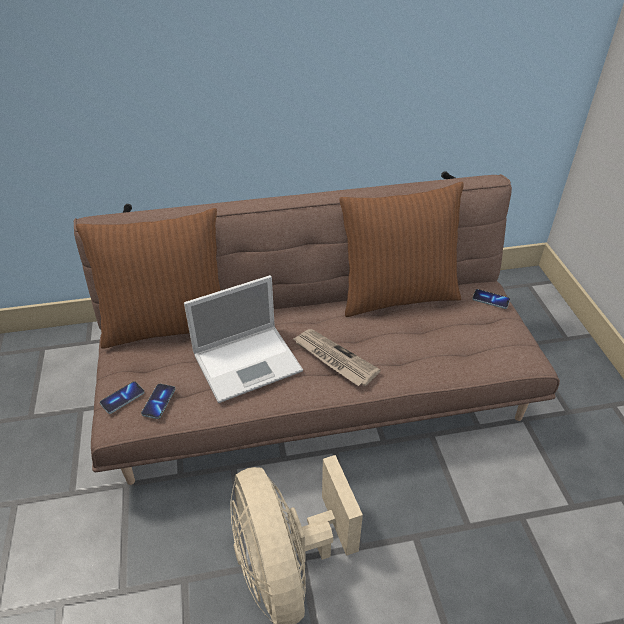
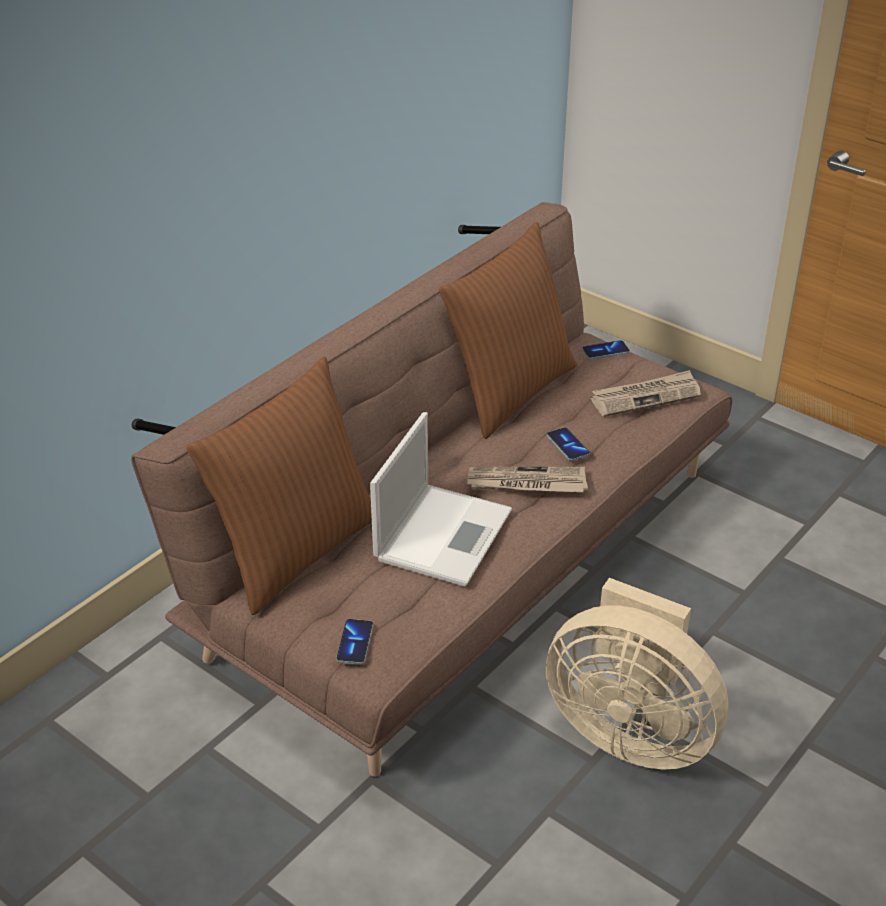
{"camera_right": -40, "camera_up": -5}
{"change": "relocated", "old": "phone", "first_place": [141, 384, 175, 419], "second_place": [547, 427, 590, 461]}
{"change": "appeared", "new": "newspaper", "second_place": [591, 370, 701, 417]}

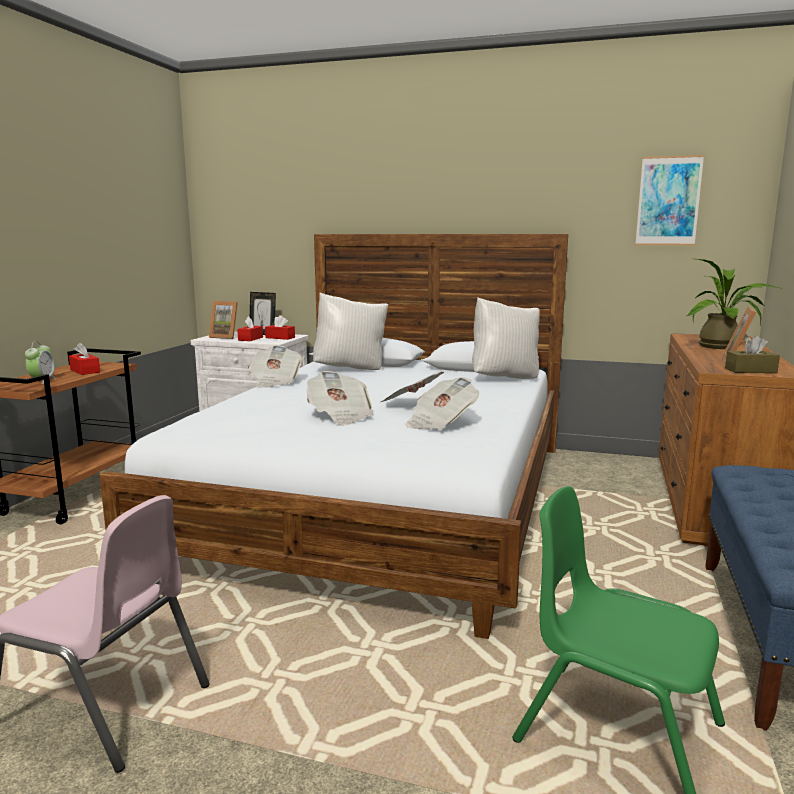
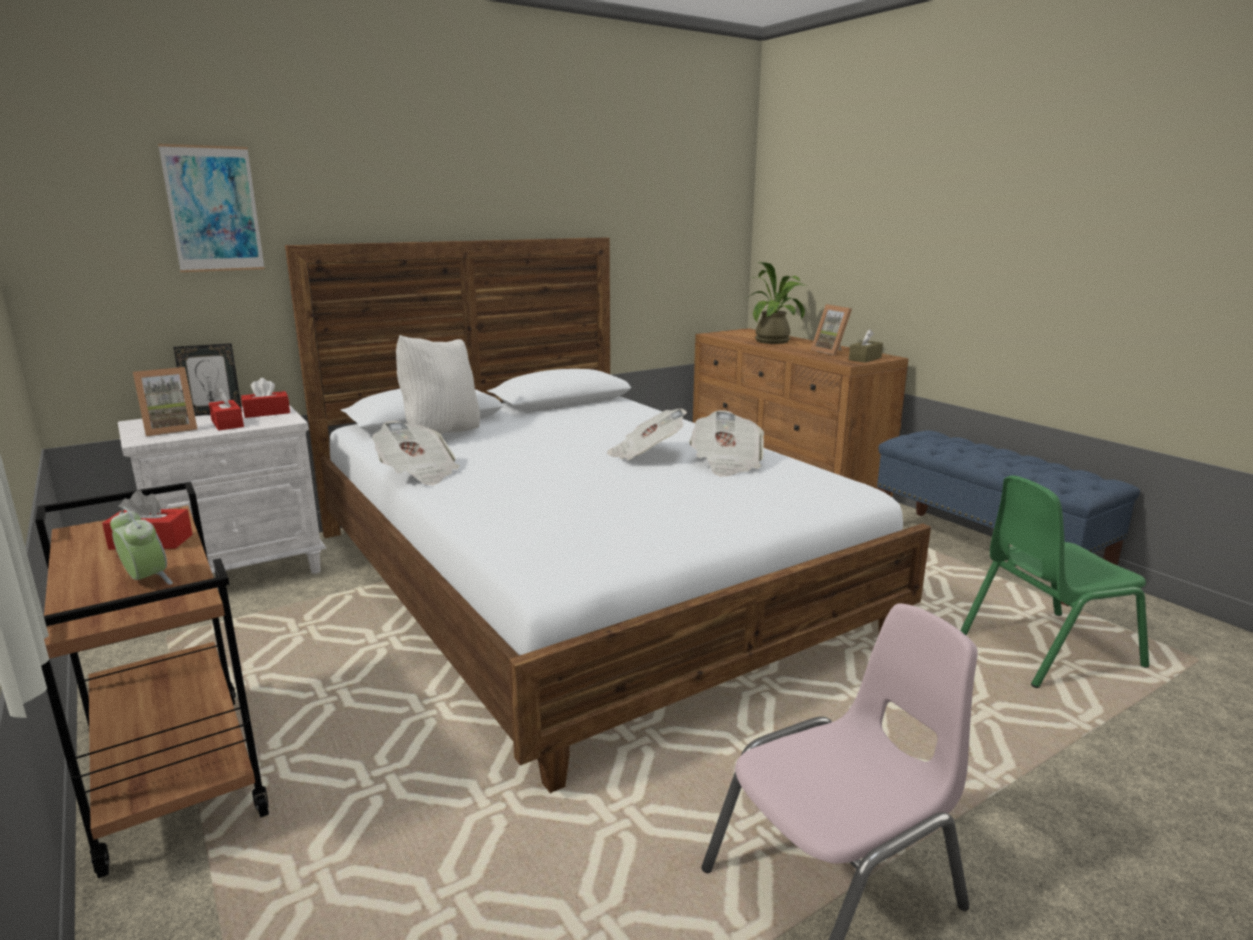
{"camera_right": -50, "camera_up": 5}
{"change": "relocated", "old": "picture", "first_place": [635, 155, 704, 245], "second_place": [158, 144, 265, 272]}
{"change": "missing", "old": "pillow/white", "first_place": [472, 297, 540, 379]}
{"change": "missing", "old": "newspaper", "first_place": [307, 371, 373, 426]}

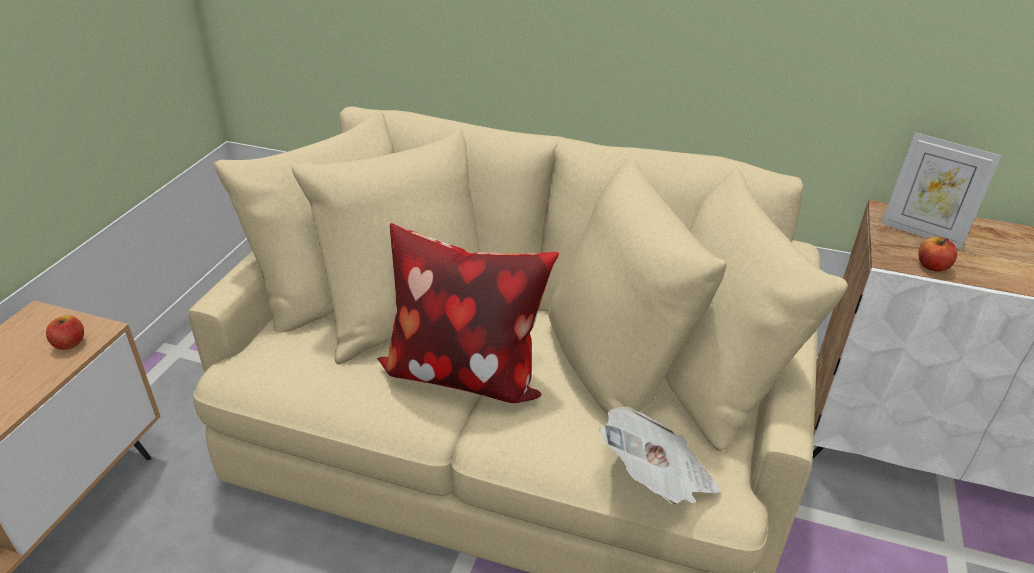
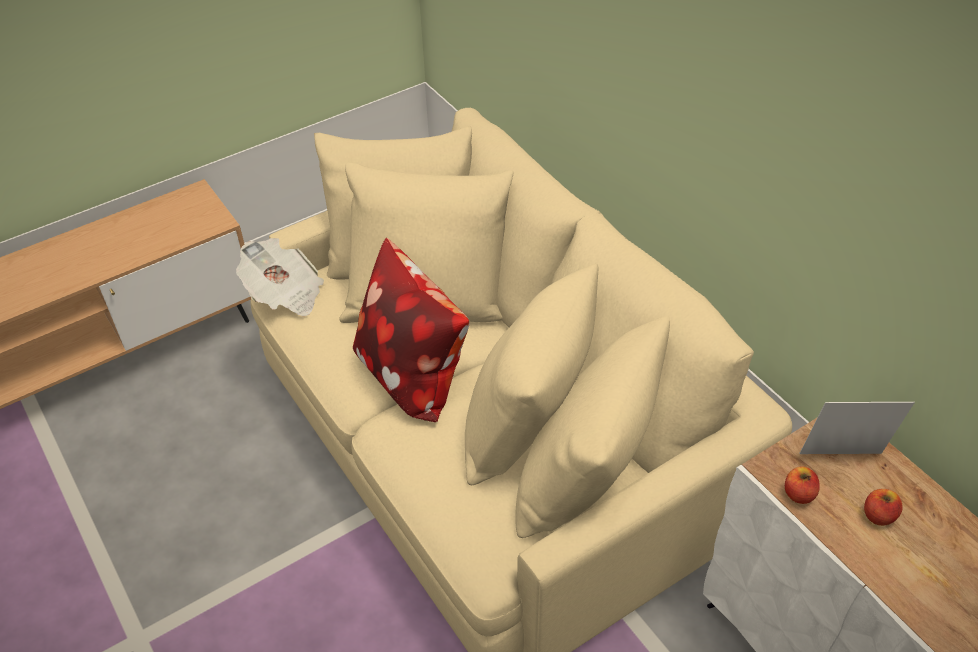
{"camera_right": 40, "camera_up": 10}
{"change": "spun", "old": "picture frame", "first_place": [881, 132, 1002, 249], "second_place": [799, 402, 915, 454], "degrees": 105}
{"change": "relocated", "old": "apple", "first_place": [46, 315, 84, 350], "second_place": [864, 489, 903, 526]}
{"change": "relocated", "old": "newspaper", "first_place": [599, 406, 720, 504], "second_place": [236, 238, 324, 316]}

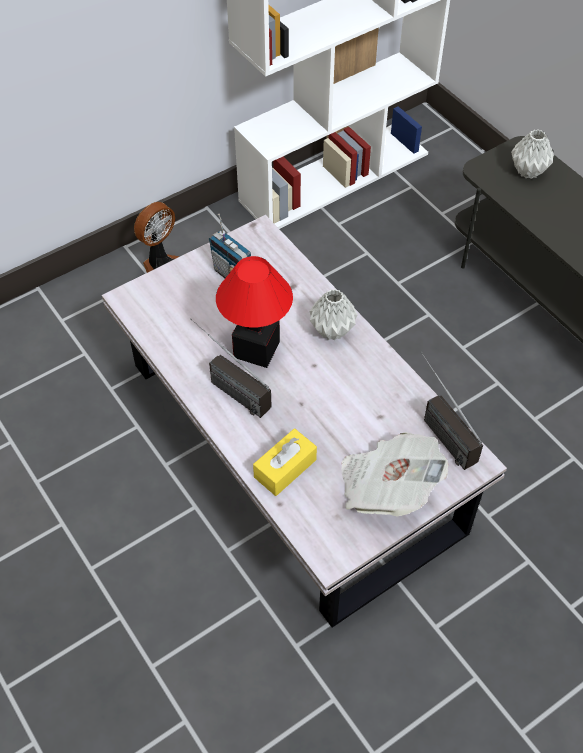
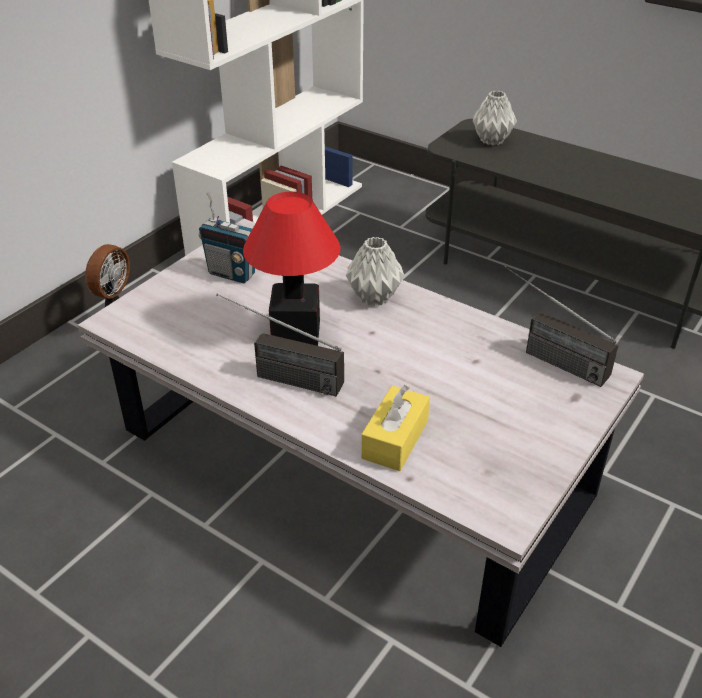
{"camera_right": -20, "camera_up": -15}
{"change": "missing", "old": "newspaper", "first_place": [341, 432, 448, 517]}

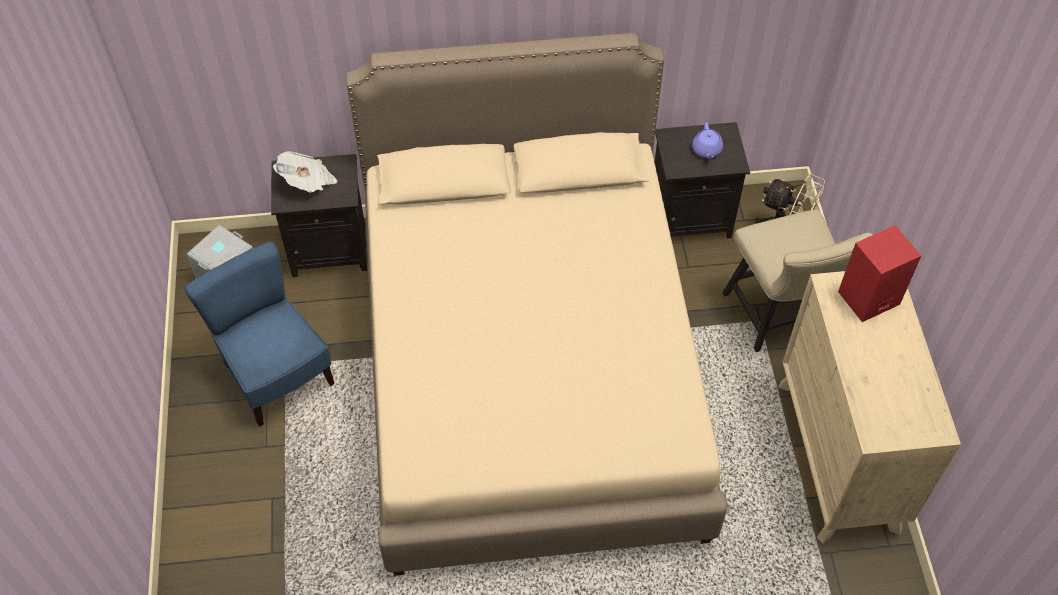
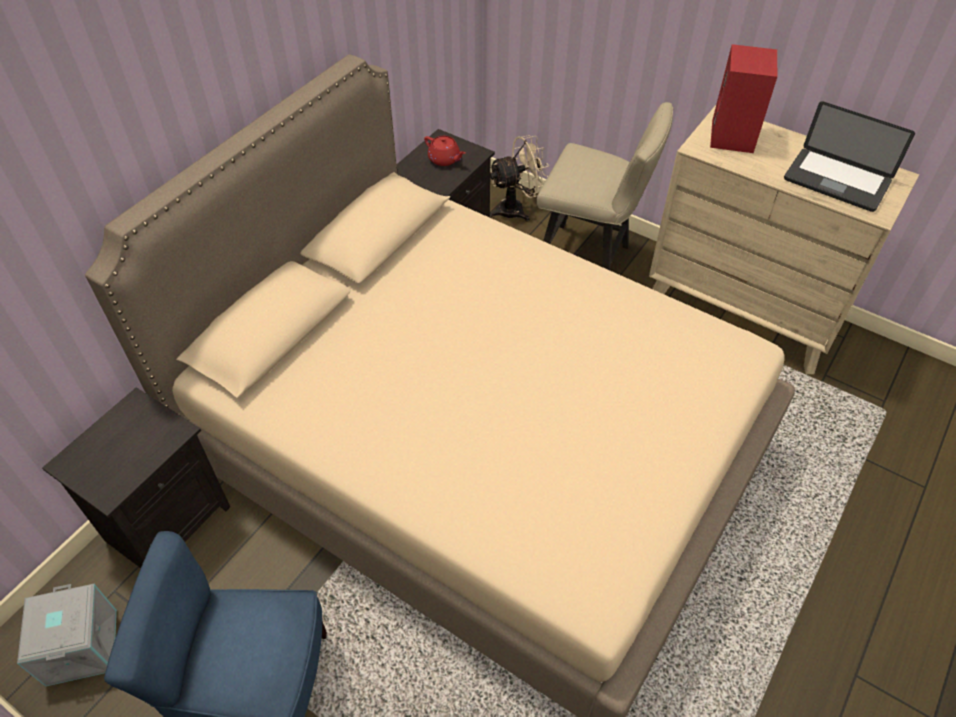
{"camera_right": -50, "camera_up": -5}
{"change": "colour", "old": "teapot/purple", "new": "teapot/red", "first_place": [692, 122, 723, 159], "second_place": [424, 136, 465, 166]}
{"change": "missing", "old": "newspaper", "first_place": [273, 151, 338, 193]}
{"change": "appeared", "new": "laptop", "second_place": [784, 101, 915, 212]}

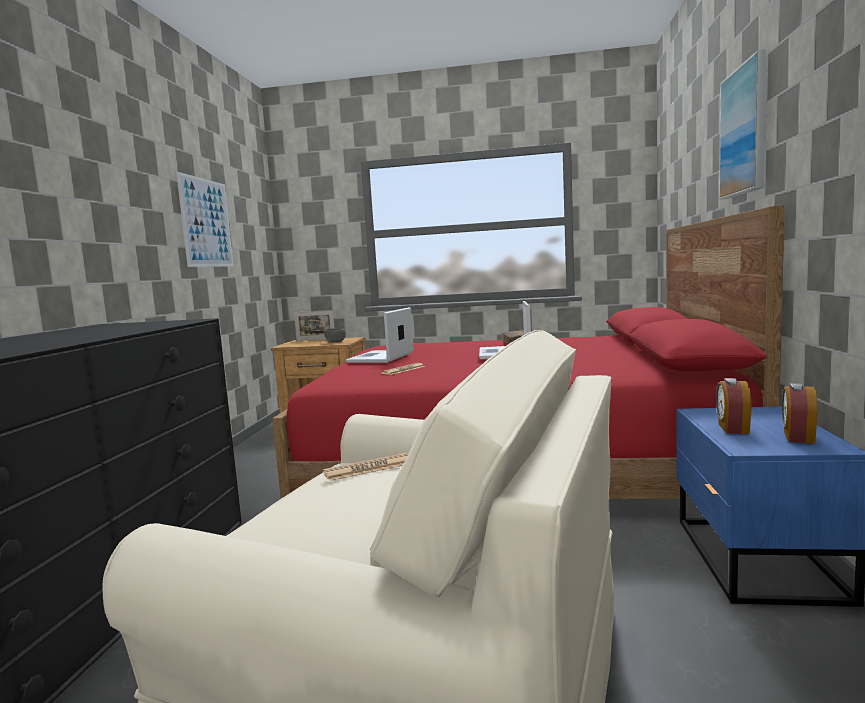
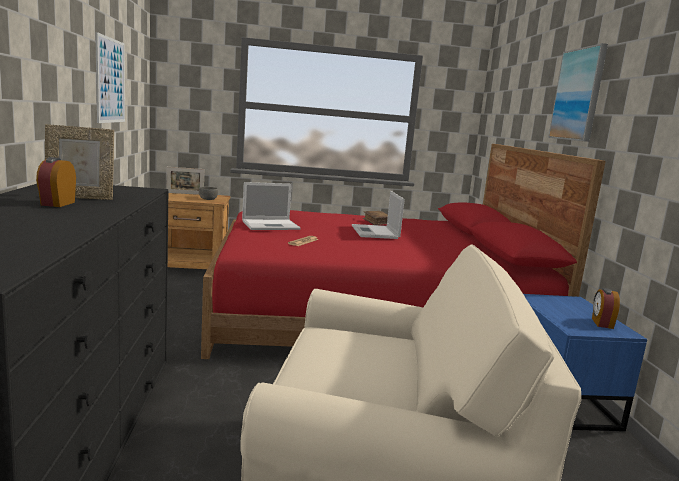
{"camera_right": -15, "camera_up": 5}
{"change": "spun", "old": "laptop", "first_place": [346, 307, 414, 363], "second_place": [242, 182, 300, 230], "degrees": -120}
{"change": "relocated", "old": "alarm clock", "first_place": [716, 378, 752, 434], "second_place": [36, 157, 76, 207]}
{"change": "missing", "old": "newspaper", "first_place": [323, 453, 408, 481]}
{"change": "appeared", "new": "picture frame", "second_place": [45, 124, 114, 200]}

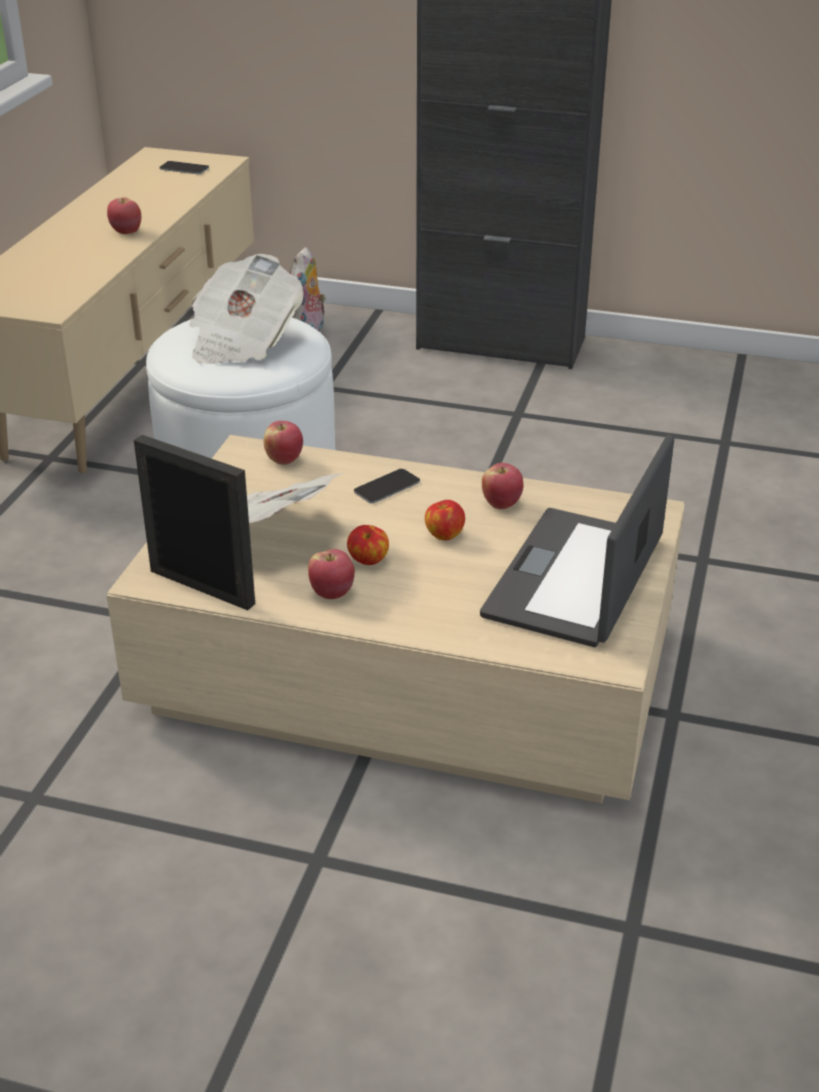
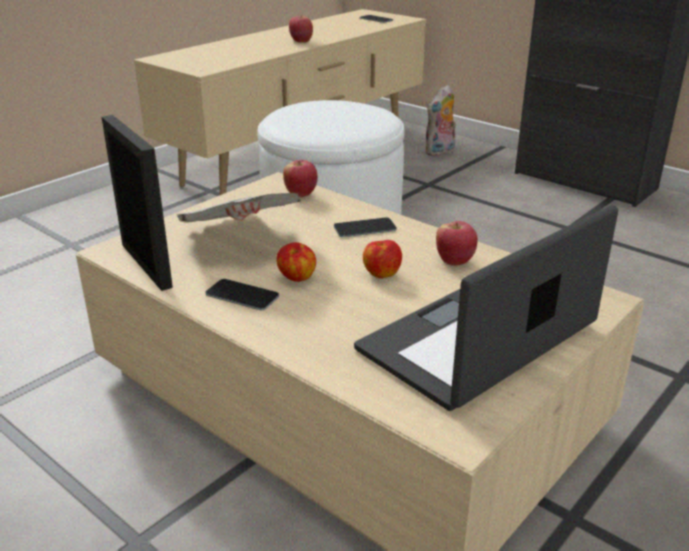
{"camera_right": 25, "camera_up": -5}
{"change": "missing", "old": "newspaper", "first_place": [189, 254, 304, 364]}
{"change": "exchanged", "old": "apple", "new": "phone", "first_place": [308, 549, 355, 599], "second_place": [206, 279, 279, 310]}

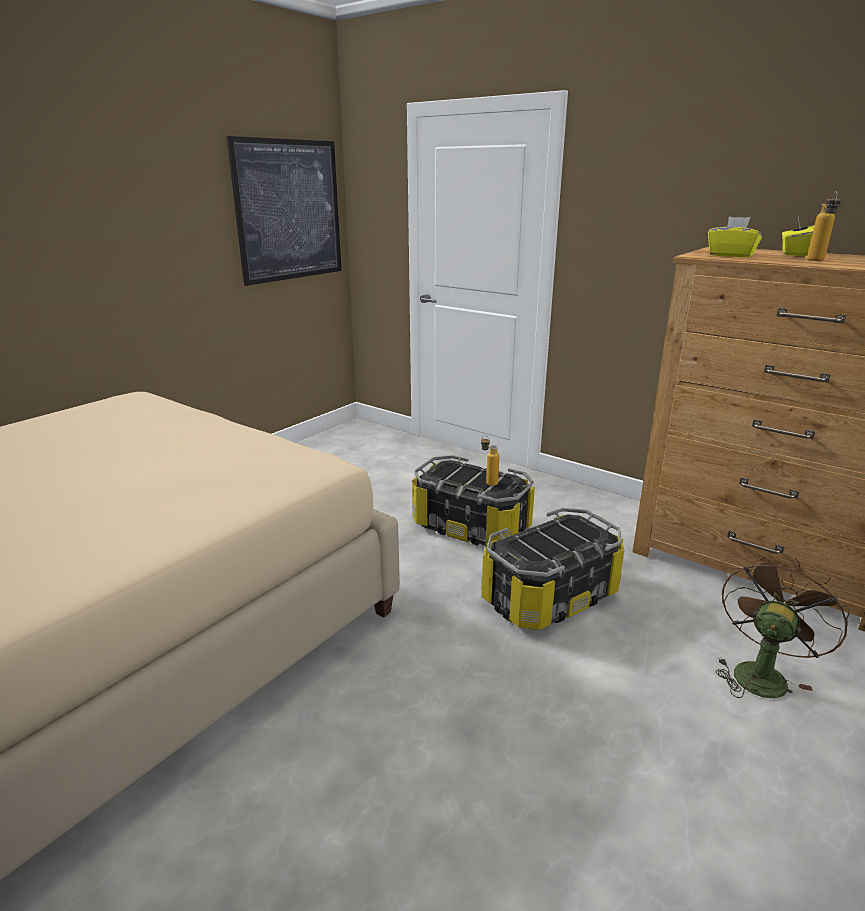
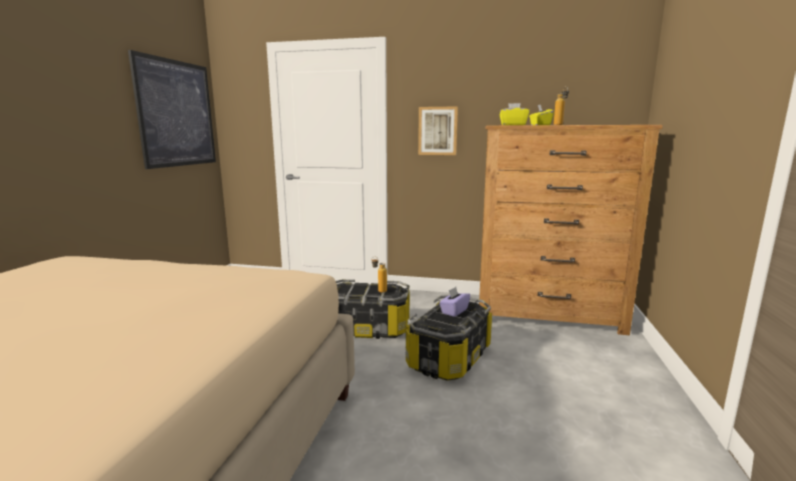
{"camera_right": -25, "camera_up": -10}
{"change": "missing", "old": "fan/brown", "first_place": [715, 555, 850, 698]}
{"change": "appeared", "new": "picture", "second_place": [418, 106, 458, 155]}
{"change": "appeared", "new": "tissue box/purple", "second_place": [439, 287, 470, 317]}

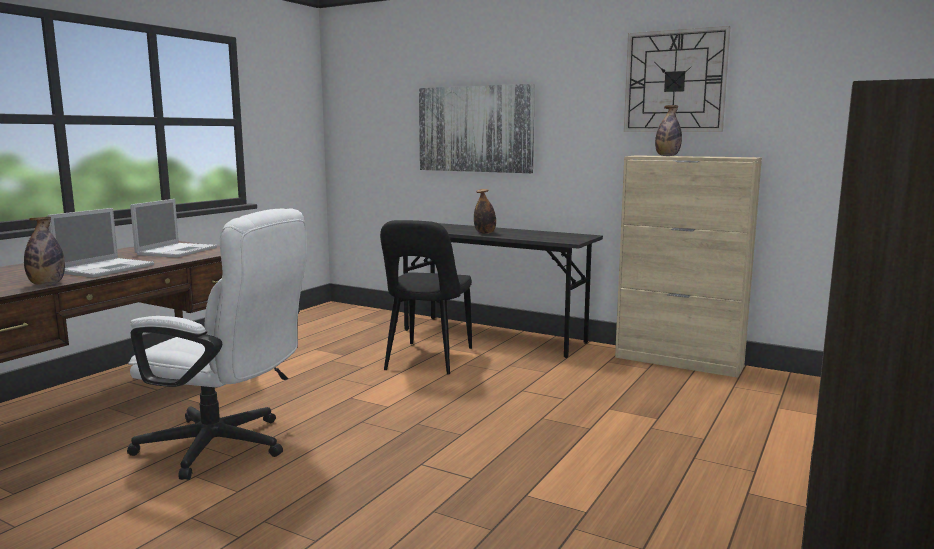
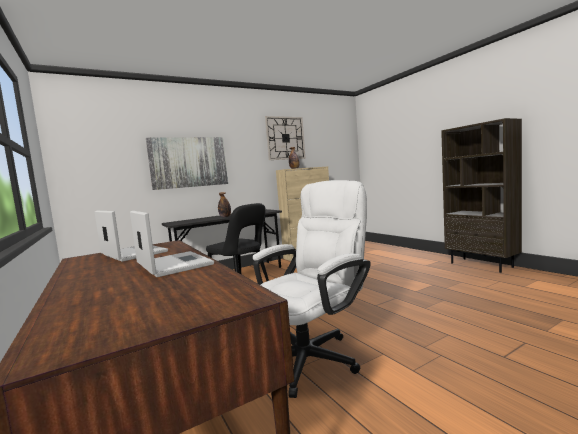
{"camera_right": -60, "camera_up": -5}
{"change": "missing", "old": "bottle", "first_place": [24, 217, 65, 285]}

